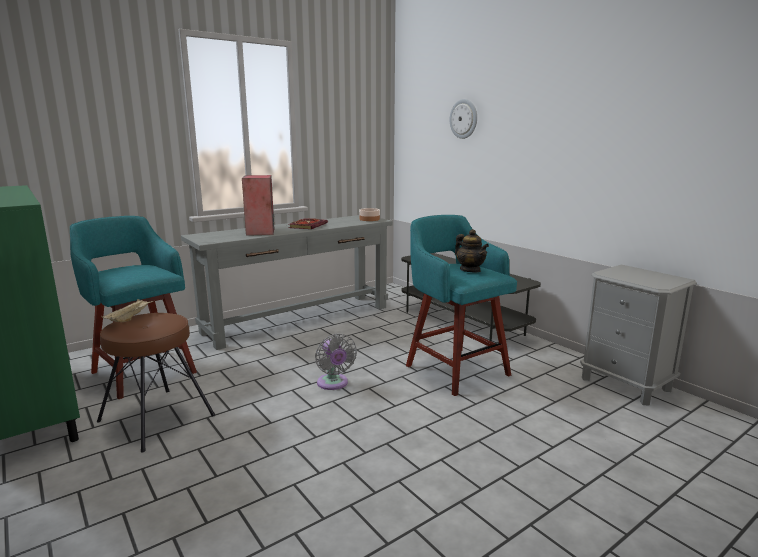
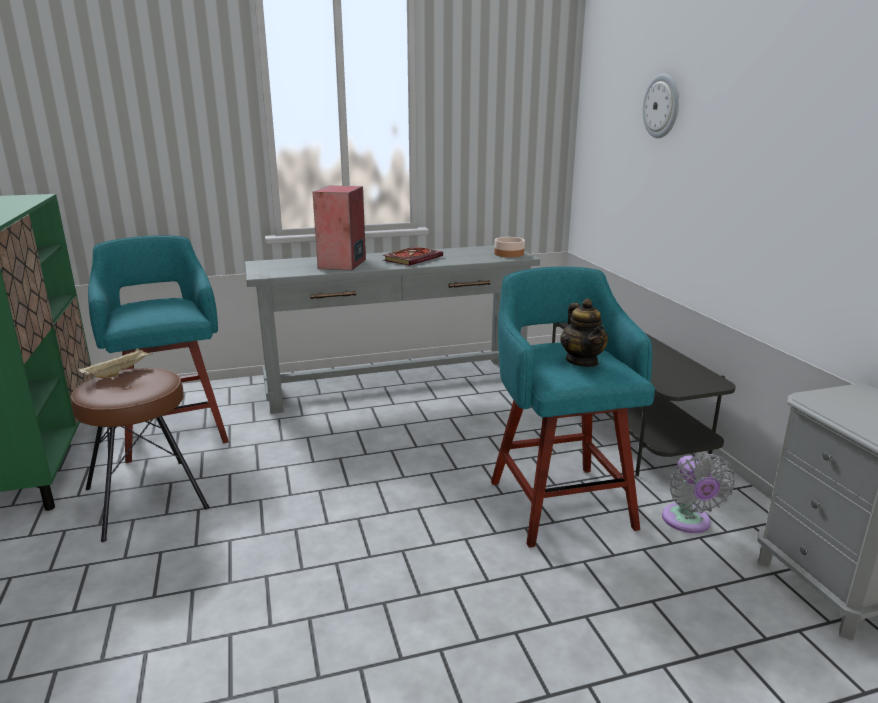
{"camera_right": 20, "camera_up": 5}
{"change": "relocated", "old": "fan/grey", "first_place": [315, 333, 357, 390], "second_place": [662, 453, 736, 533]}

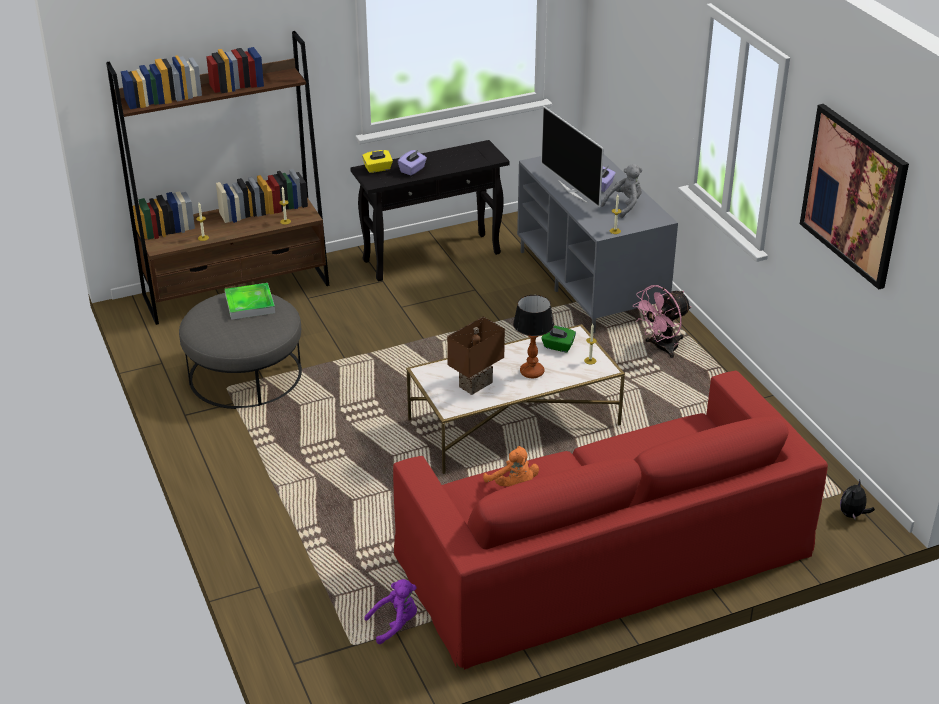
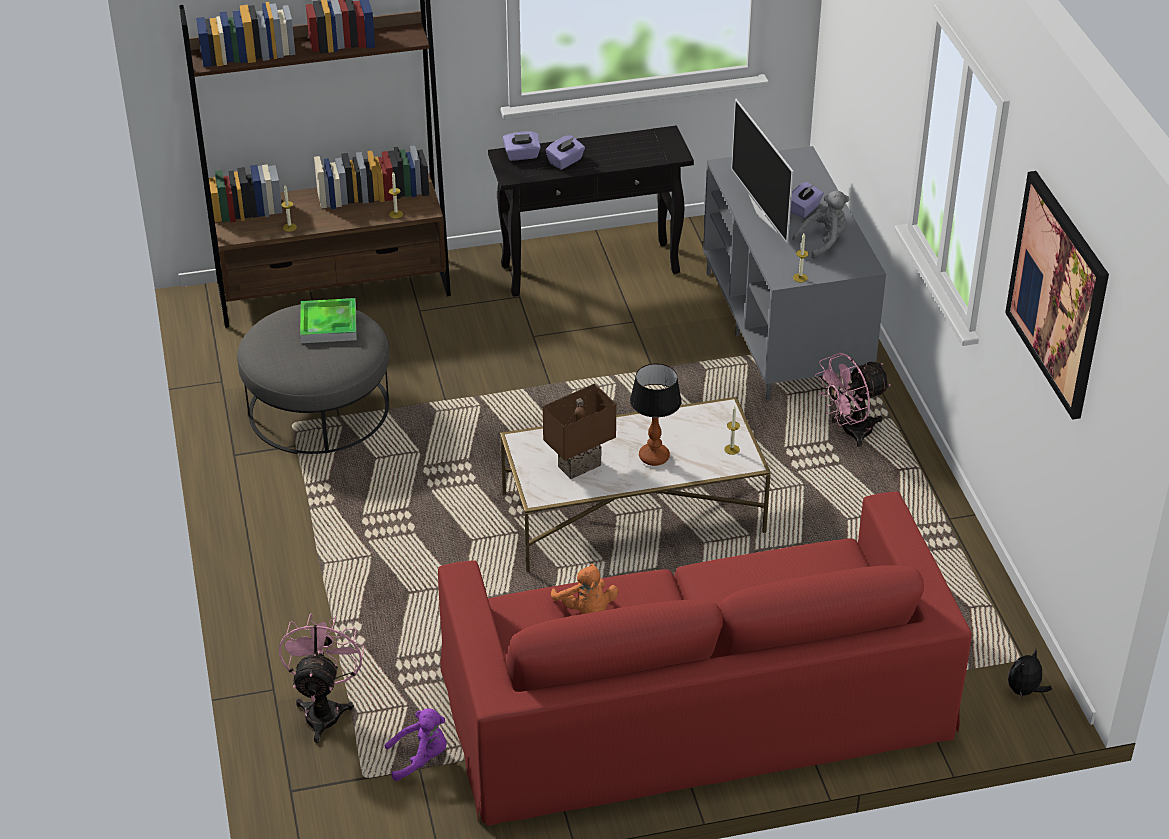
{"camera_right": 10, "camera_up": 5}
{"change": "colour", "old": "tissue box/yellow", "new": "tissue box/purple", "first_place": [362, 150, 393, 173], "second_place": [503, 132, 541, 161]}
{"change": "missing", "old": "tissue box/green", "first_place": [541, 326, 576, 352]}
{"change": "appeared", "new": "fan/pink", "second_place": [279, 614, 364, 743]}

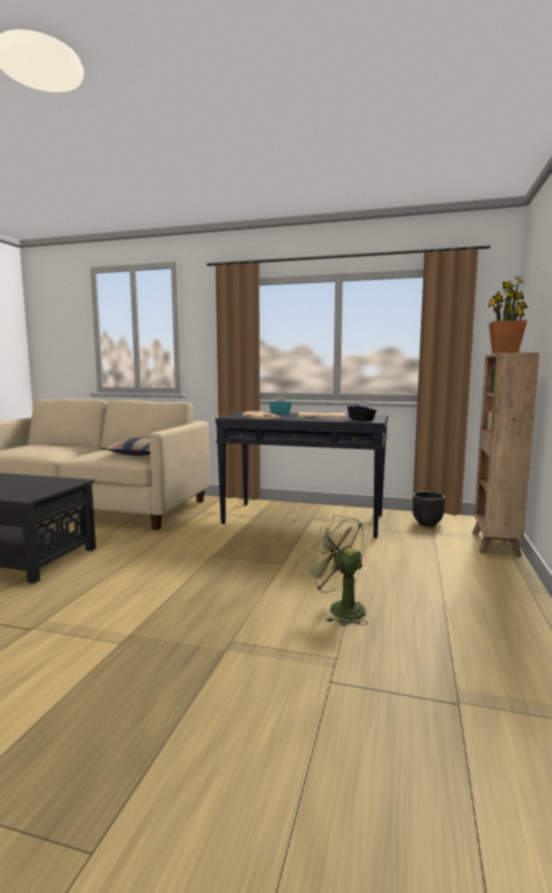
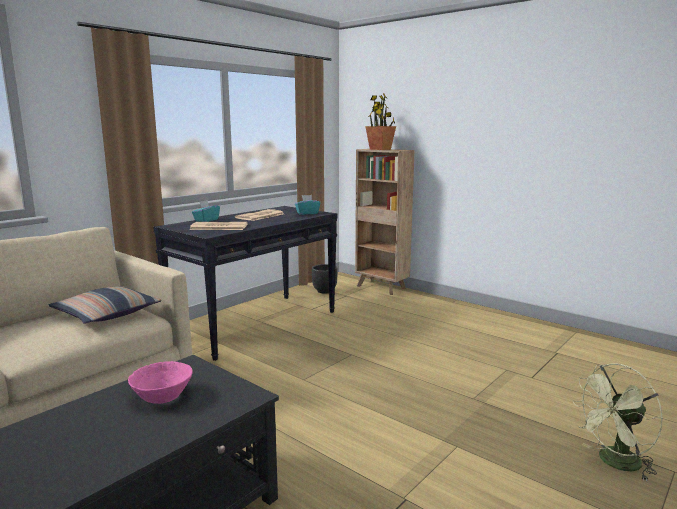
{"camera_right": -65, "camera_up": 5}
{"change": "colour", "old": "tissue box/black", "new": "tissue box/turquoise", "first_place": [347, 400, 376, 421], "second_place": [295, 195, 320, 215]}
{"change": "relocated", "old": "fan/green", "first_place": [304, 515, 368, 626], "second_place": [572, 363, 663, 481]}
{"change": "appeared", "new": "bowl/pink", "second_place": [128, 361, 193, 404]}

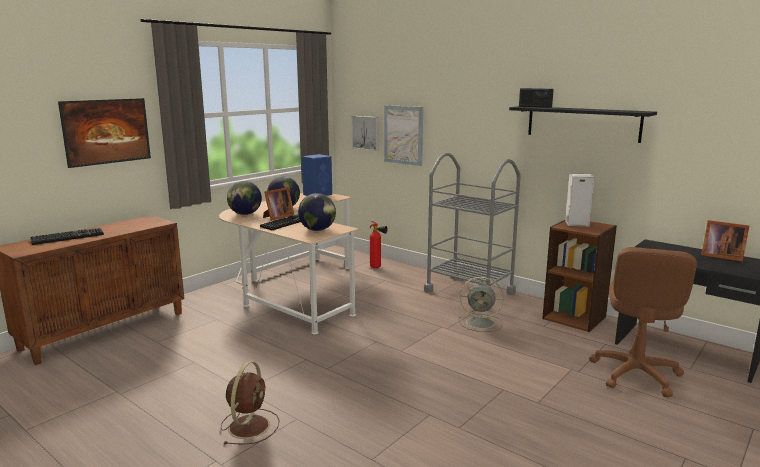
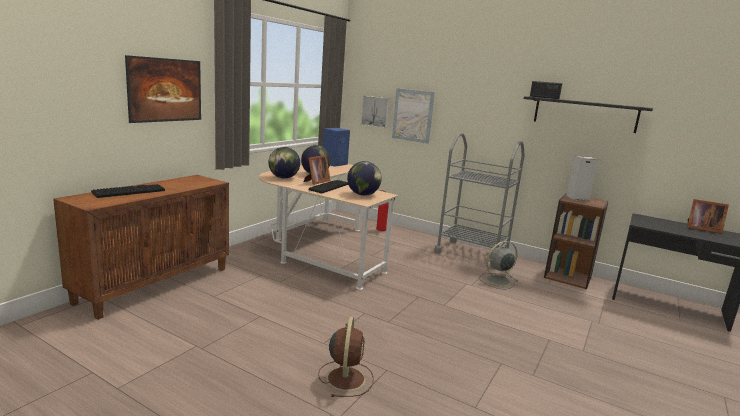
{"camera_right": -10, "camera_up": 0}
{"change": "missing", "old": "office chair/brown", "first_place": [589, 247, 697, 397]}
{"change": "spun", "old": "fan/grey", "first_place": [459, 277, 504, 332], "second_place": [479, 241, 518, 289], "degrees": 150}

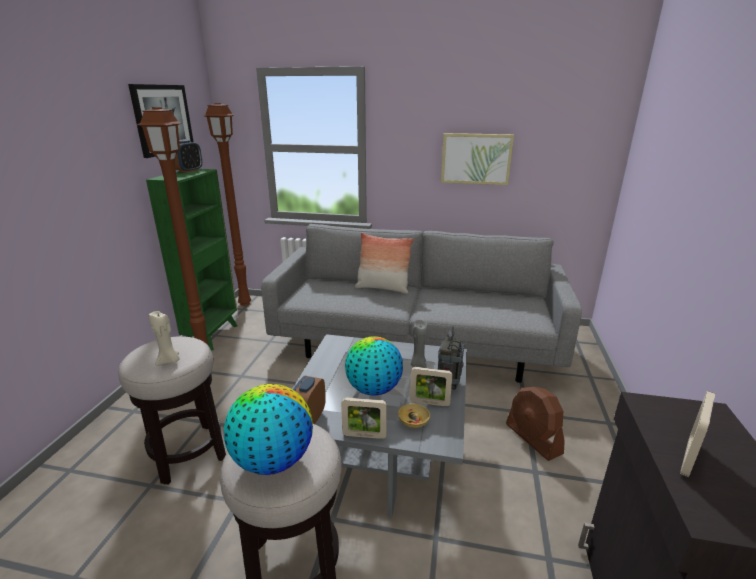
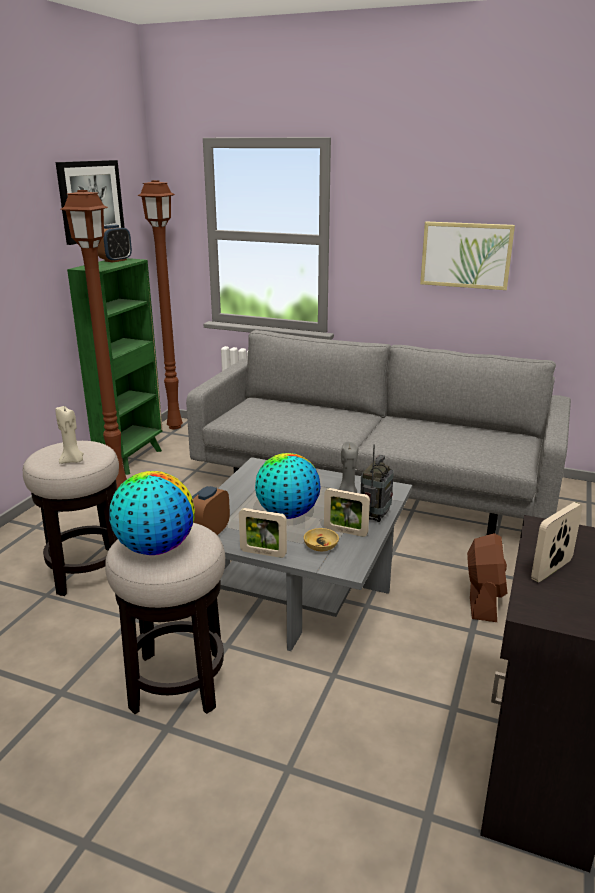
{"camera_right": 10, "camera_up": 0}
{"change": "missing", "old": "pillow", "first_place": [355, 233, 414, 294]}
{"change": "spun", "old": "fan/brown", "first_place": [506, 387, 565, 461], "second_place": [467, 533, 507, 622], "degrees": -150}

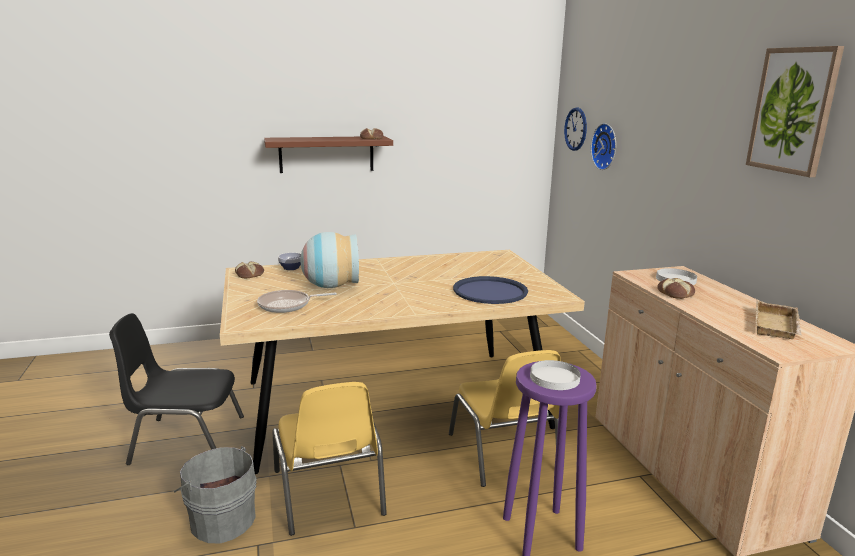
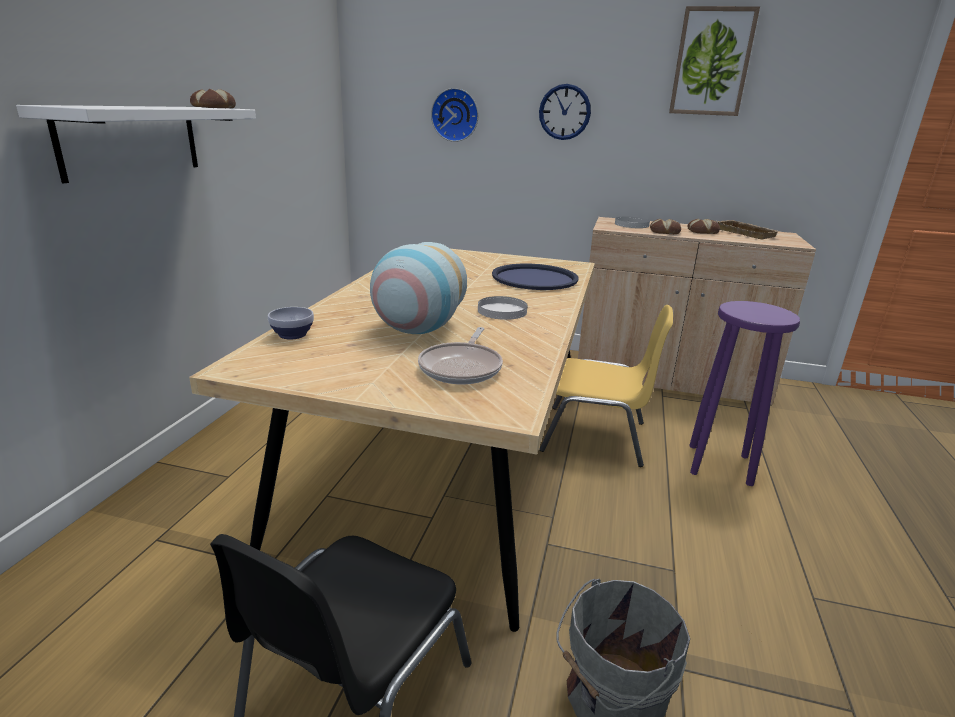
{"camera_right": -60, "camera_up": 5}
{"change": "relocated", "old": "wall clock", "first_place": [564, 108, 587, 151], "second_place": [539, 84, 591, 140]}
{"change": "colour", "old": "shelf/brown", "new": "shelf/white", "first_place": [264, 136, 393, 173], "second_place": [16, 105, 256, 183]}
{"change": "relocated", "old": "bread", "first_place": [235, 262, 264, 278], "second_place": [687, 219, 720, 234]}
{"change": "relocated", "old": "plate/white", "first_place": [530, 360, 581, 390], "second_place": [478, 296, 528, 320]}
{"change": "missing", "old": "chair/yellow", "first_place": [272, 382, 387, 536]}

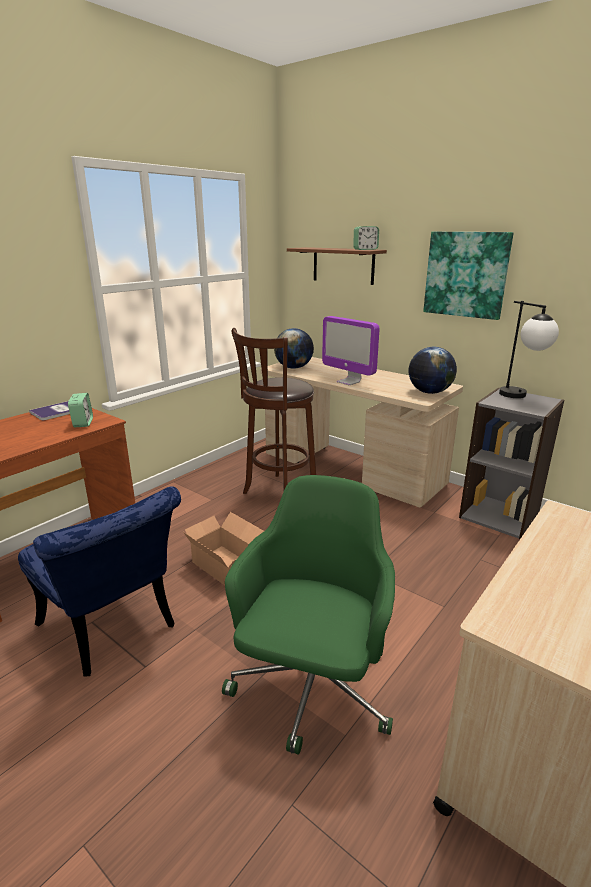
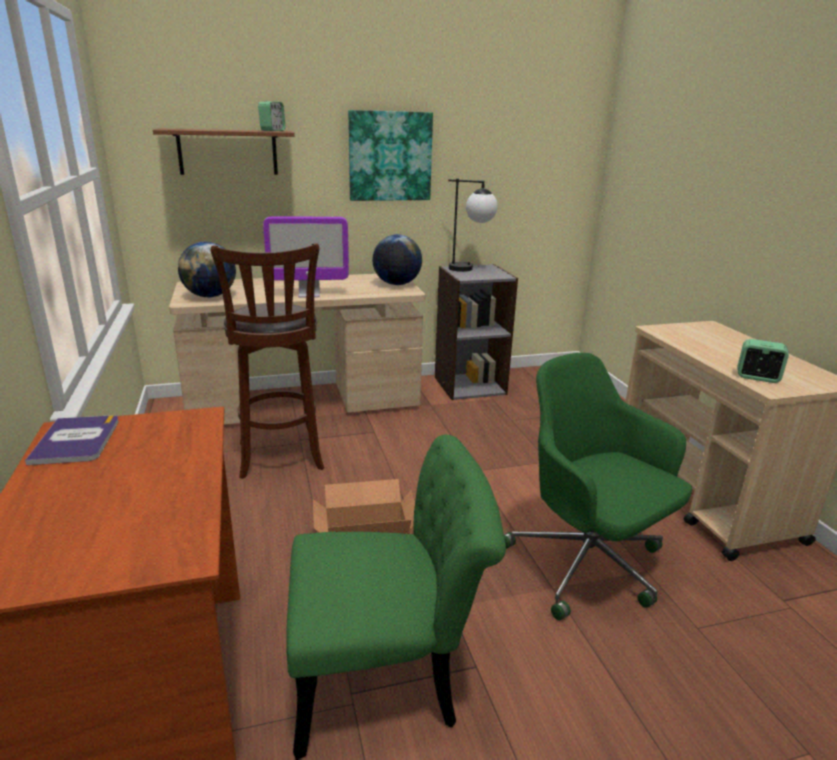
{"camera_right": -55, "camera_up": 0}
{"change": "relocated", "old": "alarm clock", "first_place": [68, 393, 93, 428], "second_place": [737, 339, 789, 383]}
{"change": "colour", "old": "chair/blue", "new": "chair/green", "first_place": [18, 487, 181, 677], "second_place": [286, 435, 506, 760]}

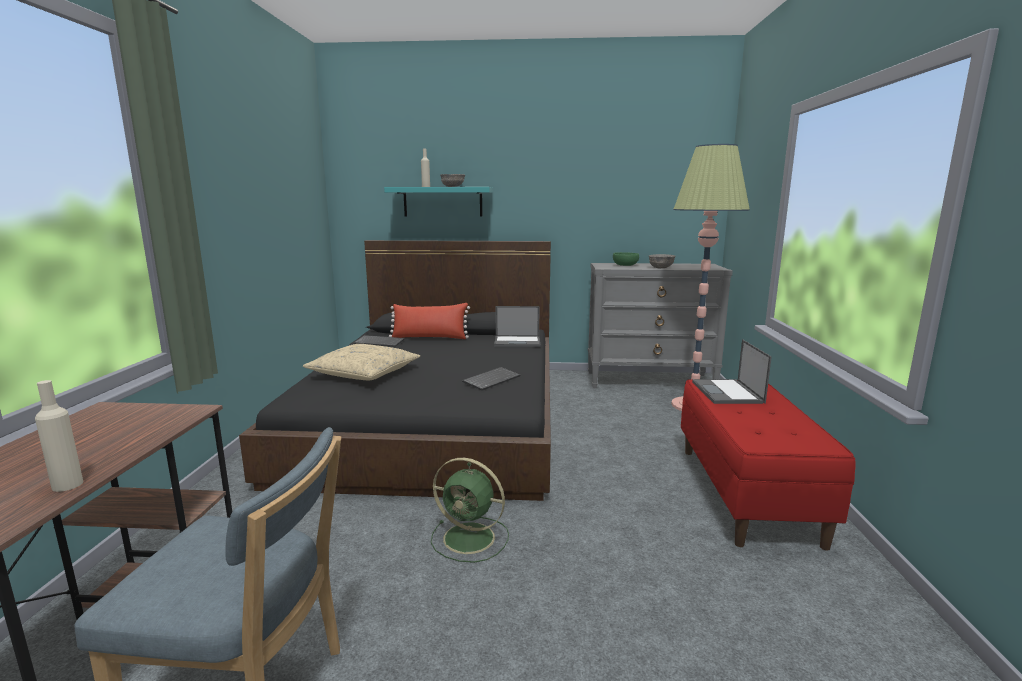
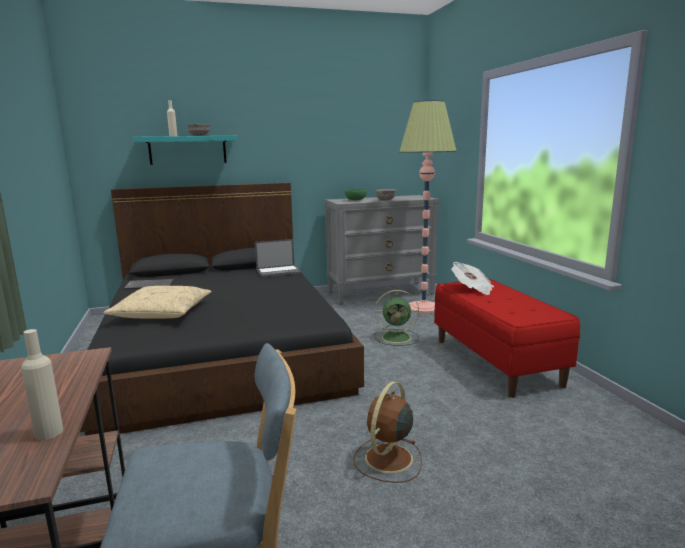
{"camera_right": -20, "camera_up": 0}
{"change": "missing", "old": "pillow/red", "first_place": [389, 303, 470, 339]}
{"change": "exchanged", "old": "laptop", "new": "newspaper", "first_place": [692, 339, 772, 404], "second_place": [451, 262, 494, 295]}
{"change": "missing", "old": "keyboard", "first_place": [462, 367, 520, 391]}
{"change": "relocated", "old": "fan/green", "first_place": [431, 458, 509, 563], "second_place": [373, 290, 419, 346]}
{"change": "appeared", "new": "fan/brown", "second_place": [353, 381, 422, 483]}

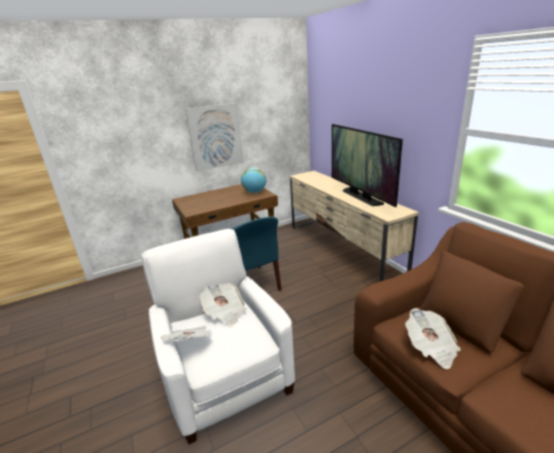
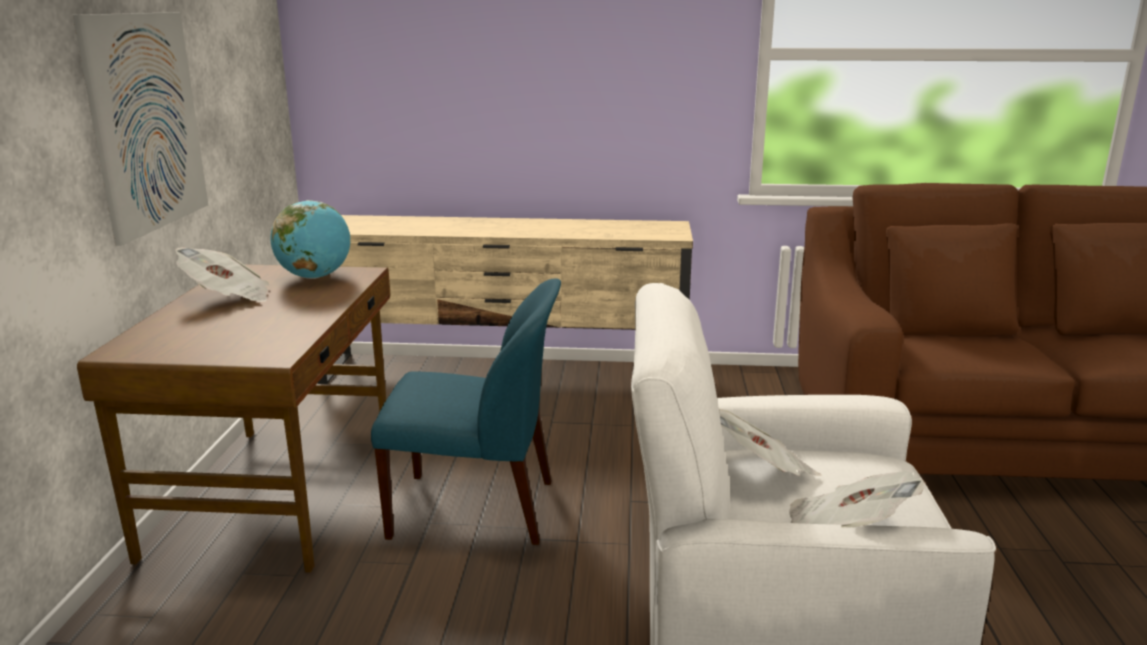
{"camera_right": -60, "camera_up": -5}
{"change": "missing", "old": "television", "first_place": [332, 124, 403, 207]}
{"change": "relocated", "old": "newspaper", "first_place": [405, 308, 461, 369], "second_place": [175, 247, 269, 302]}

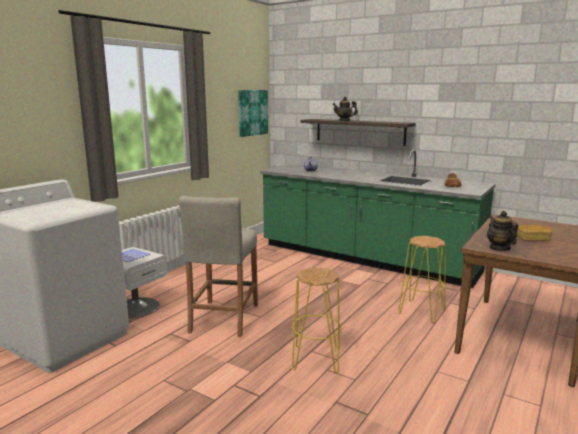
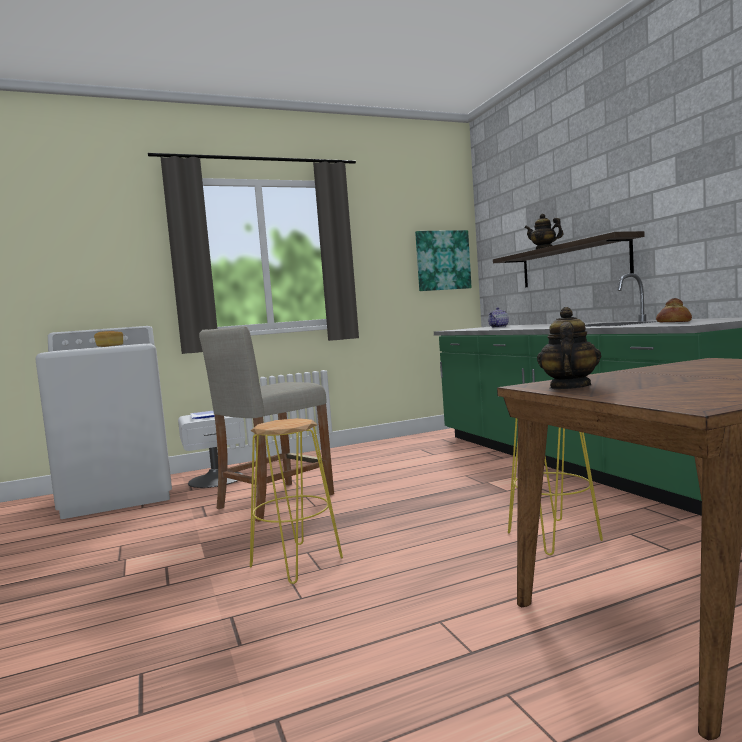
{"camera_right": 35, "camera_up": -10}
{"change": "relocated", "old": "bread", "first_place": [518, 225, 552, 241], "second_place": [94, 331, 123, 347]}

